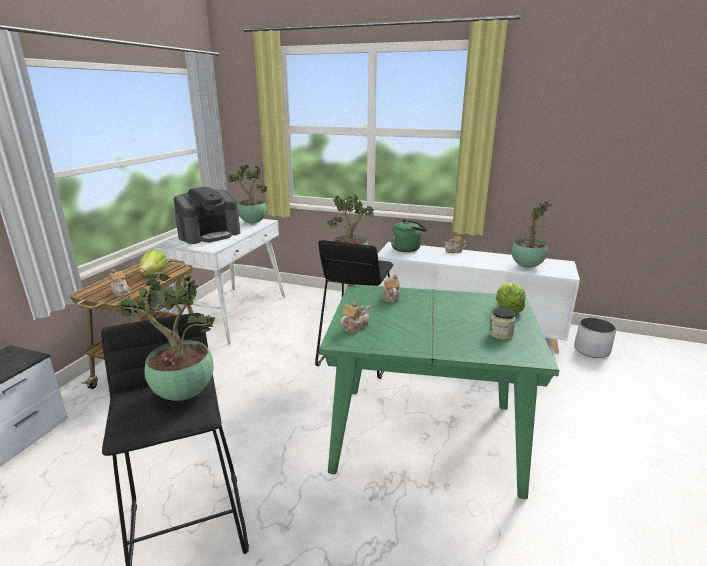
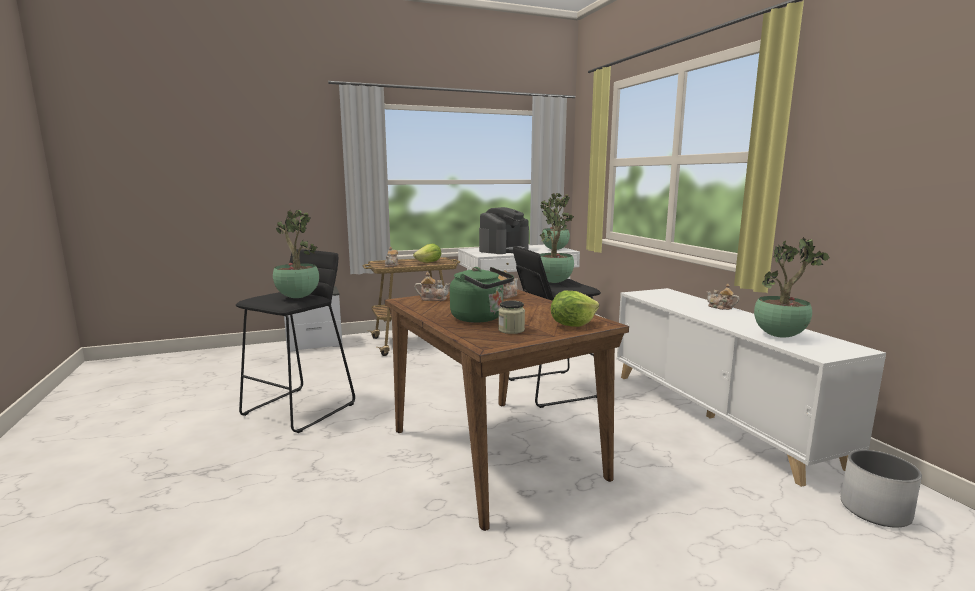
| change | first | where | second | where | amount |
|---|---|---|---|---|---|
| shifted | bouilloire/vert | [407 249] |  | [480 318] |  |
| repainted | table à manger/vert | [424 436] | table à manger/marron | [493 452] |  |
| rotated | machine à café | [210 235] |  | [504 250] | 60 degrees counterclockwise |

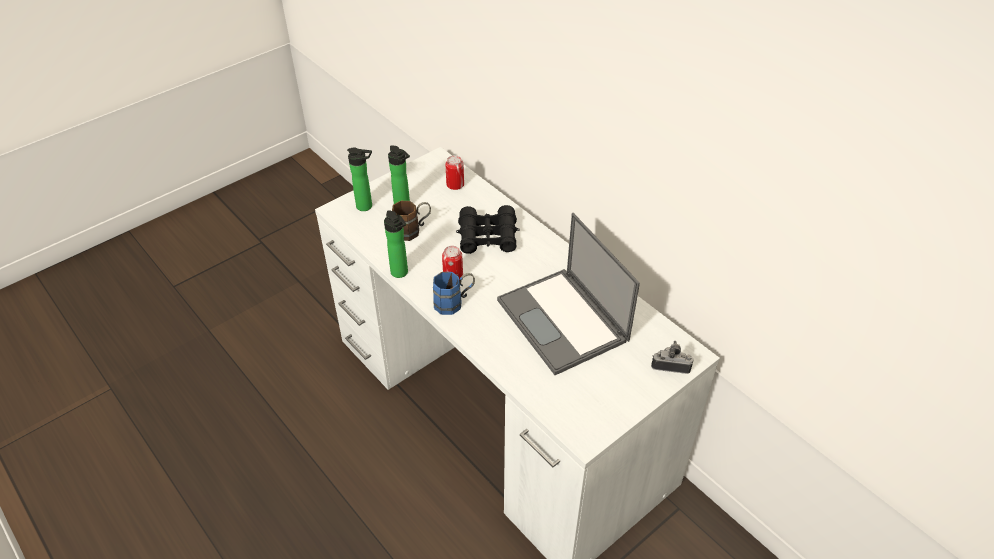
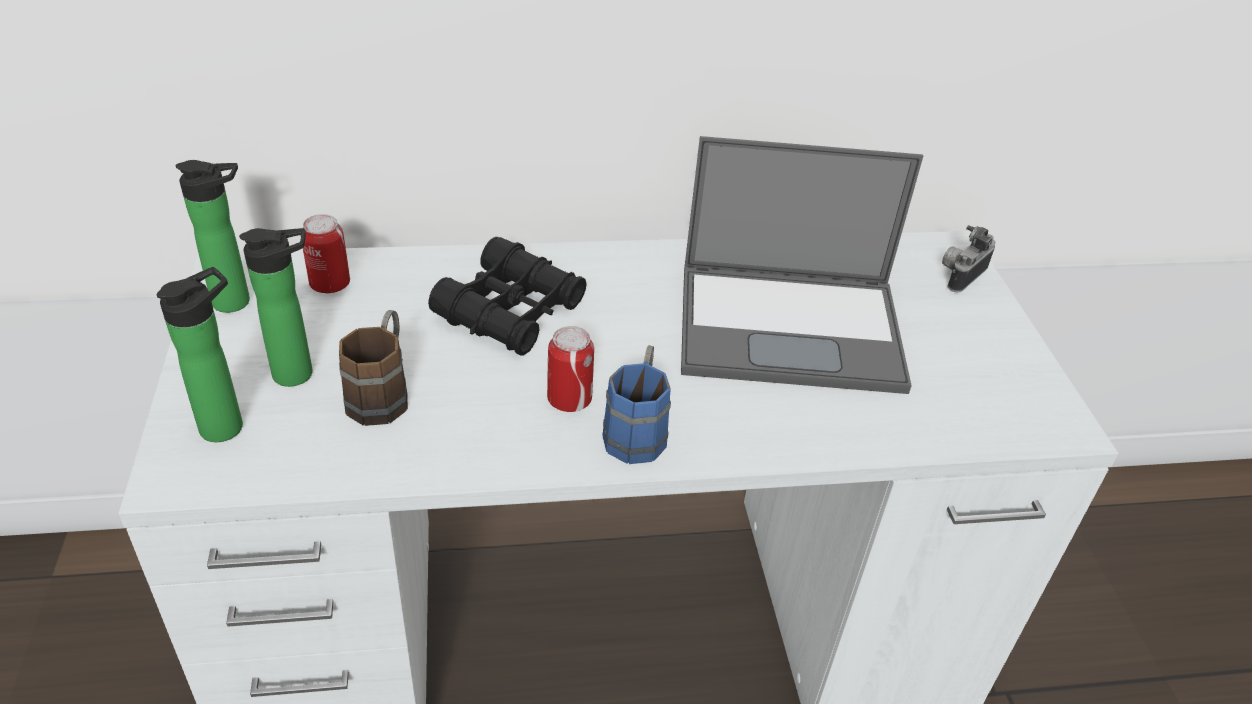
| change | first | where | second | where | amount |
|---|---|---|---|---|---|
| shifted | bouteille | [400 273] |  | [237 302] |  |

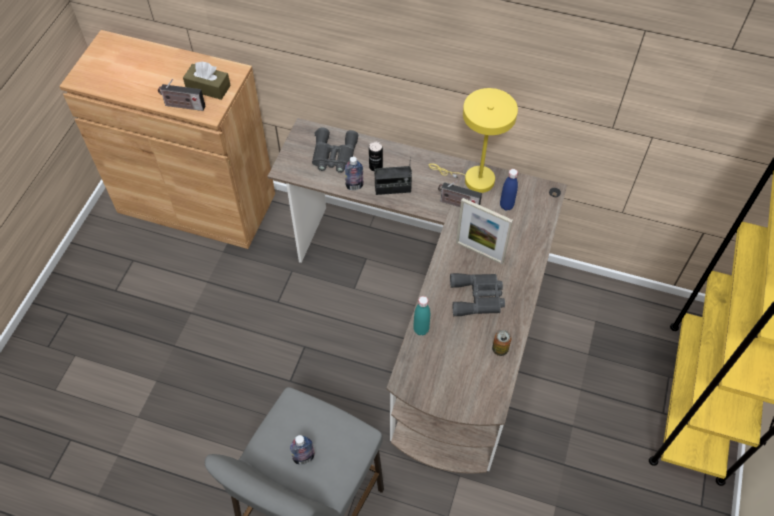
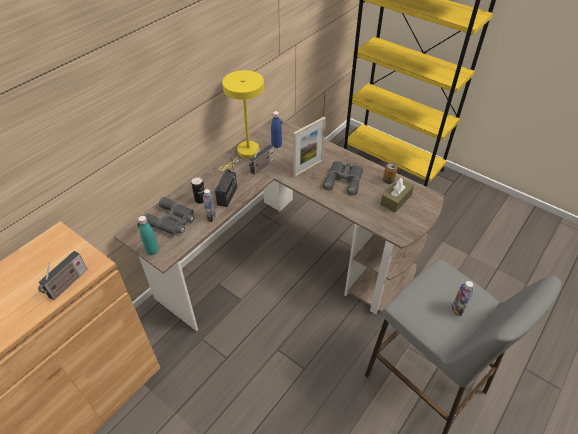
| change | first | where | second | where | amount |
|---|---|---|---|---|---|
| shifted | boîte à mouchoirs/marron | [208 87] |  | [396 200] |  |
| shifted | bouteille/turquoise | [421 329] |  | [152 251] |  |

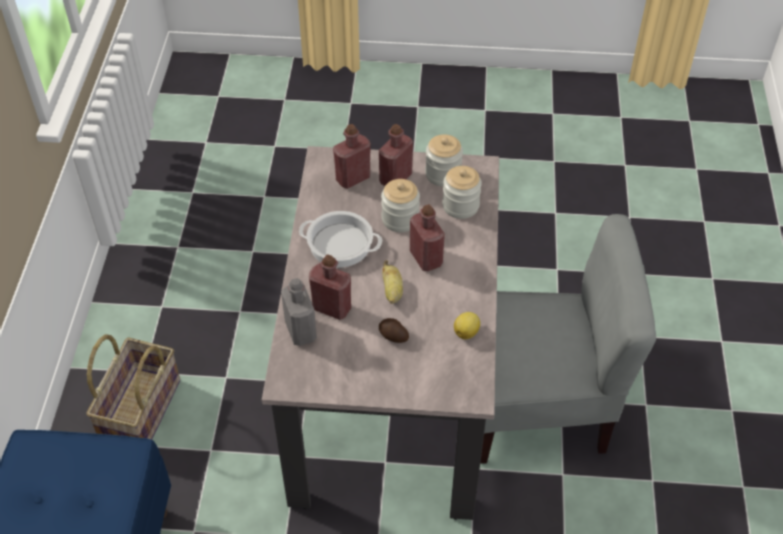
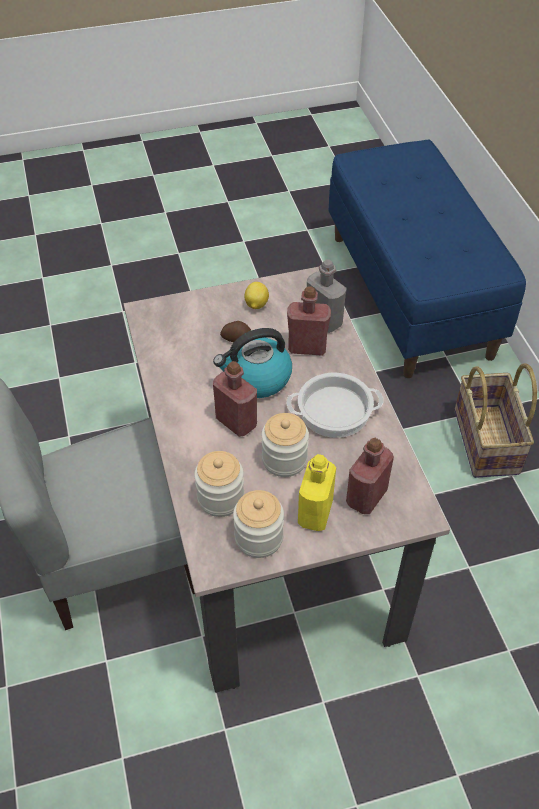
| change | first | where | second | where | amount |
|---|---|---|---|---|---|
| shifted | citron | [467 332] |  | [256 304] |  |
| swapped | banane | [392 291] | bouilloire | [256 378] |  |
| repainted | bouteille/rouge | [395 178] | bouteille/jaune | [315 513] |  |

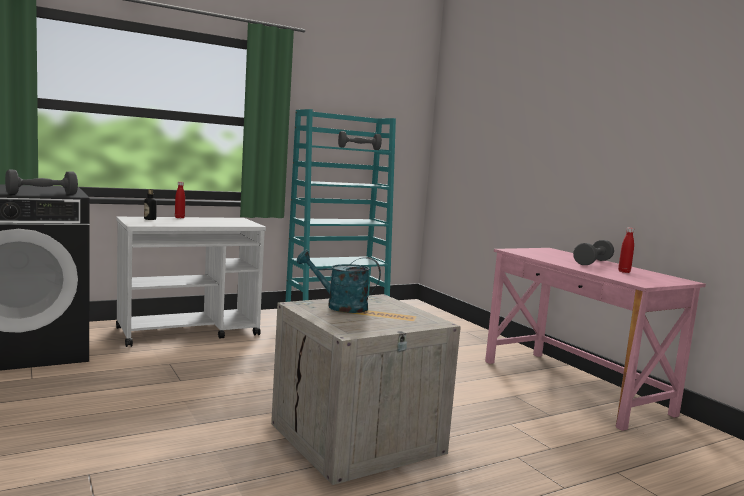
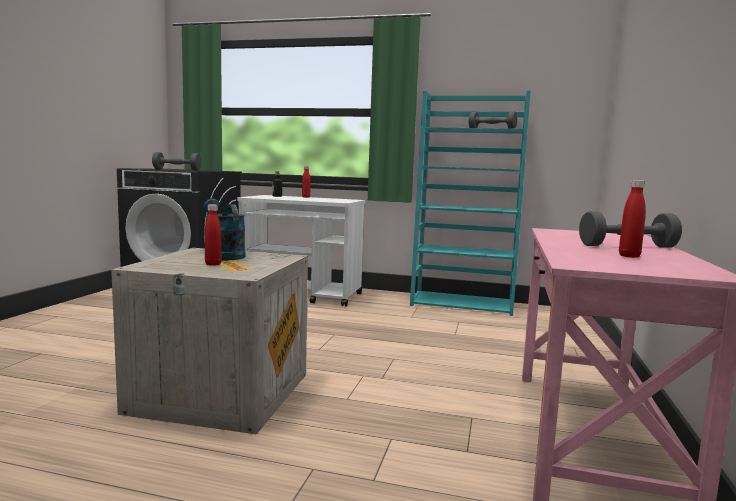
| change | first | where | second | where | amount |
|---|---|---|---|---|---|
| new |  |  | bouteille/rouge | [213 264] |  |

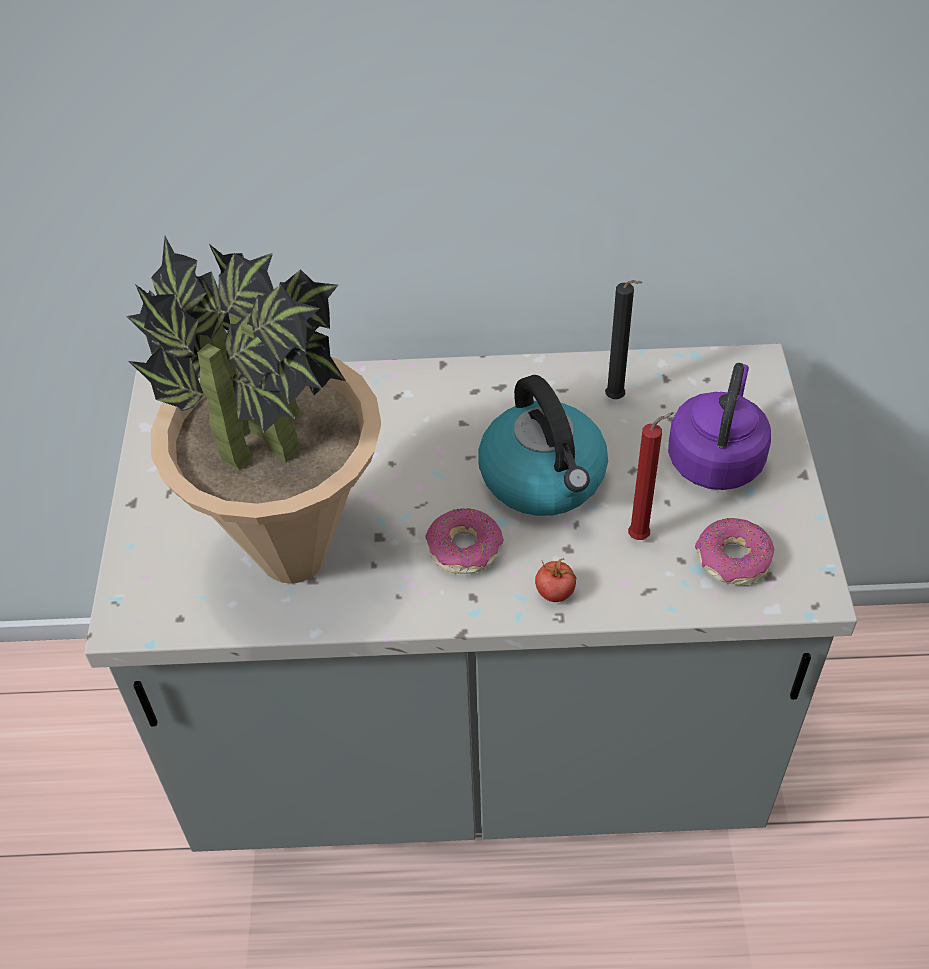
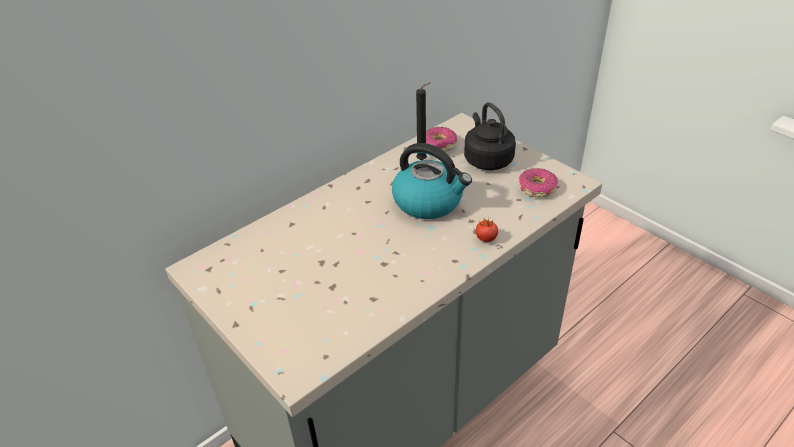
| change | first | where | second | where | amount |
|---|---|---|---|---|---|
| gone | plante en pot | [292 557] |  |  |  |
| gone | bougie/rouge | [642 536] |  |  |  |
| shifted | beignet | [464 549] |  | [439 145] |  |
| repainted | bouilloire/violet | [716 457] | bouilloire/noir | [487 159] |  |

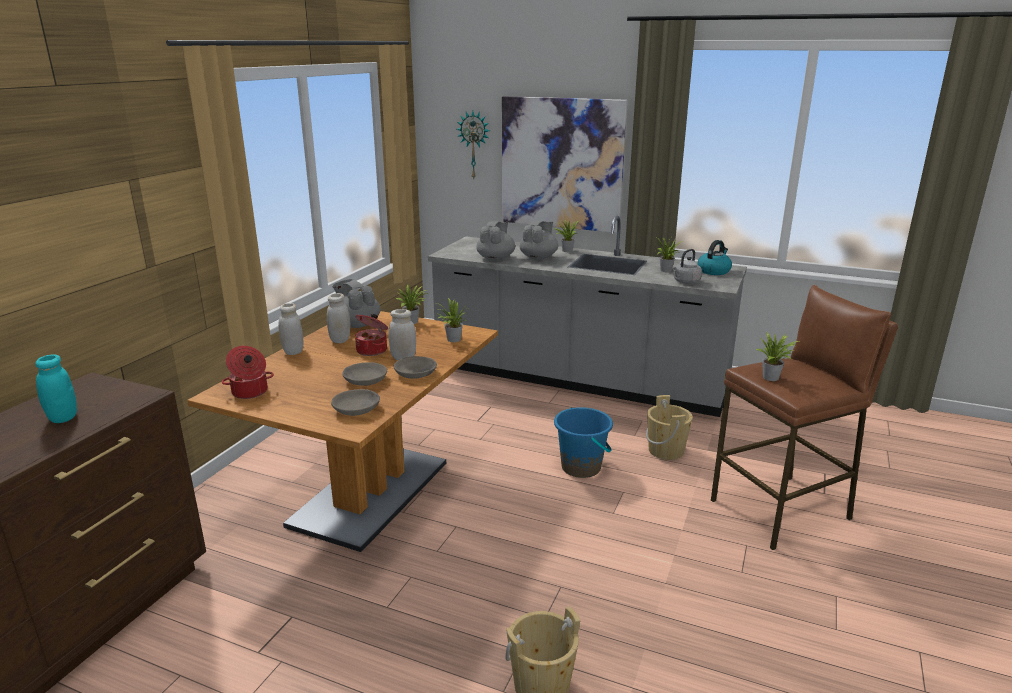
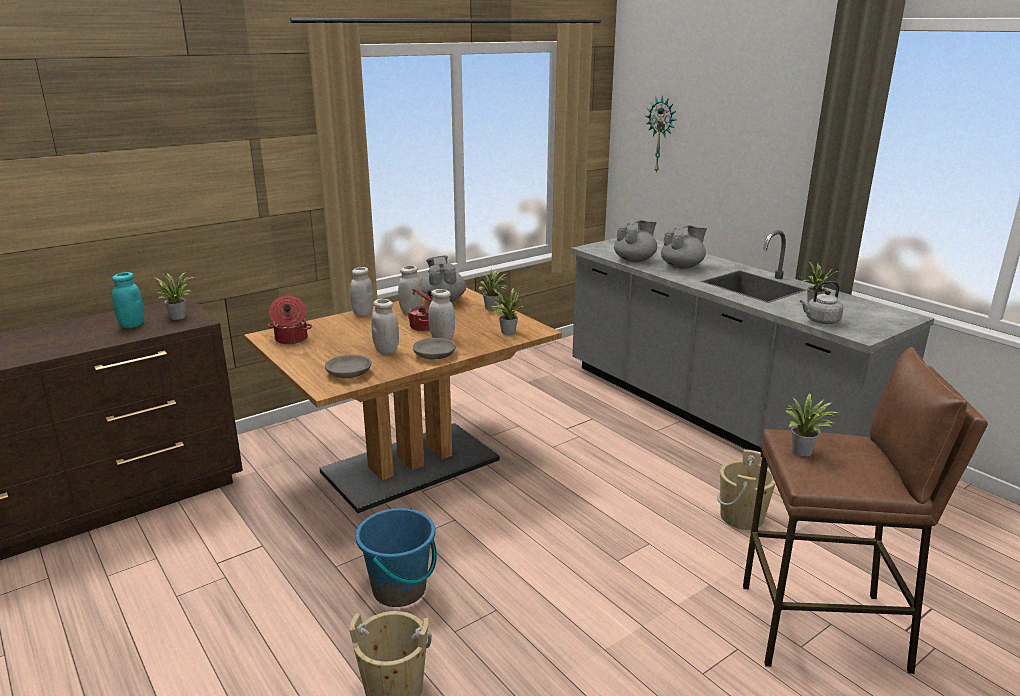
| change | first | where | second | where | amount |
|---|---|---|---|---|---|
| gone | tableau | [561 164] |  |  |  |
| gone | bouilloire | [713 271] |  |  |  |
| shifted | plante en pot | [566 250] |  | [178 316] |  |
| shifted | seau/bleu | [581 467] |  | [400 589] |  |
| swapped | bol/gris | [364 380] | bocal/blanc | [386 350] |  |

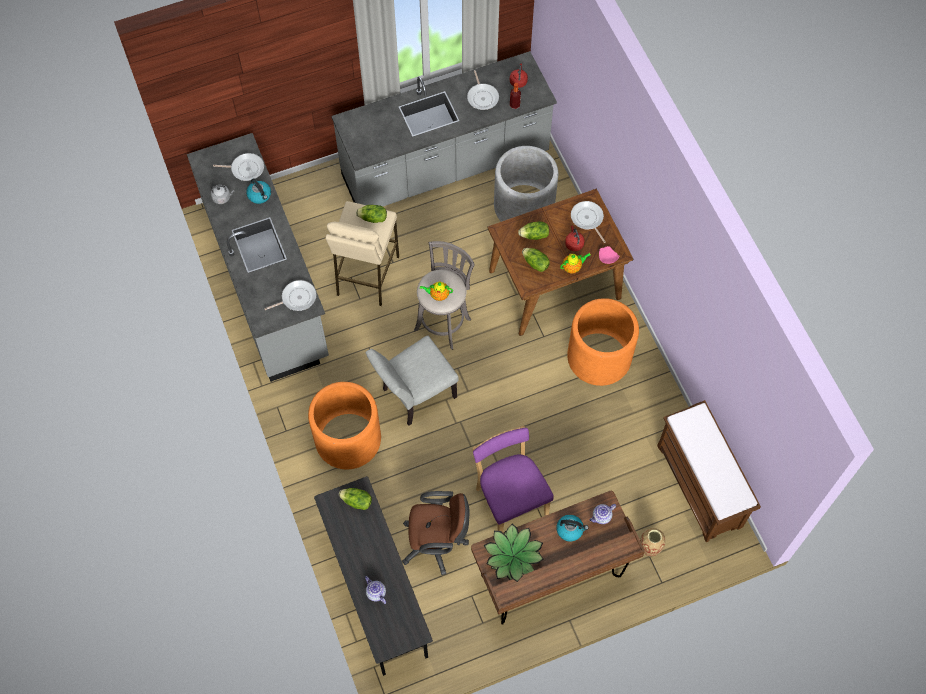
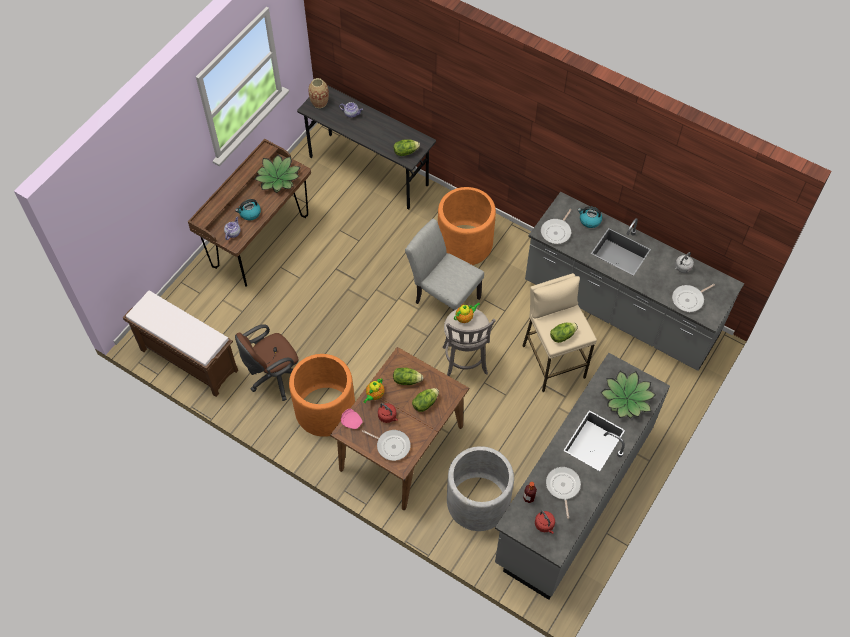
| change | first | where | second | where | amount |
|---|---|---|---|---|---|
| gone | chaise/violet | [510 499] |  |  |  |
| new |  |  | plante en pot | [627 398] |  |
| shifted | bouilloire | [260 195] |  | [589 220] |  |
| shifted | chaise de bureau/marron | [437 543] |  | [275 377] |  |
| shifted | vase | [650 547] |  | [319 102] |  |
| rotated | chaise/gris | [414 396] |  | [443 298] | 75 degrees counterclockwise |
| rotated | poêle | [482 97] |  | [563 487] | 45 degrees clockwise |

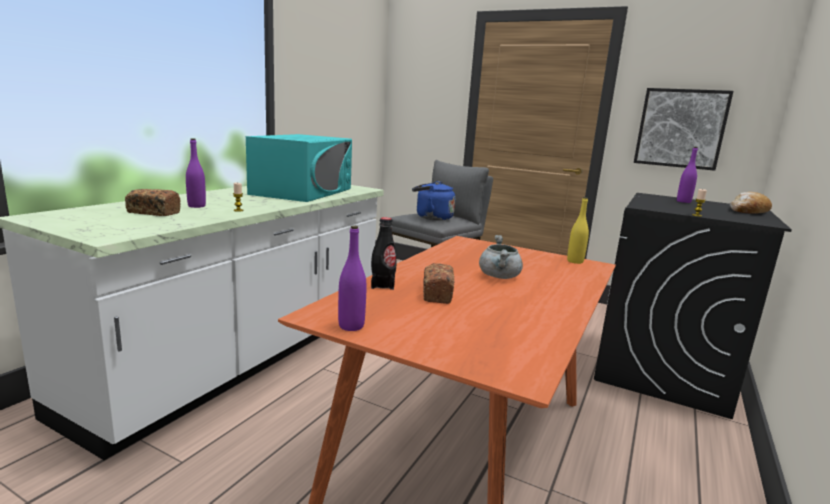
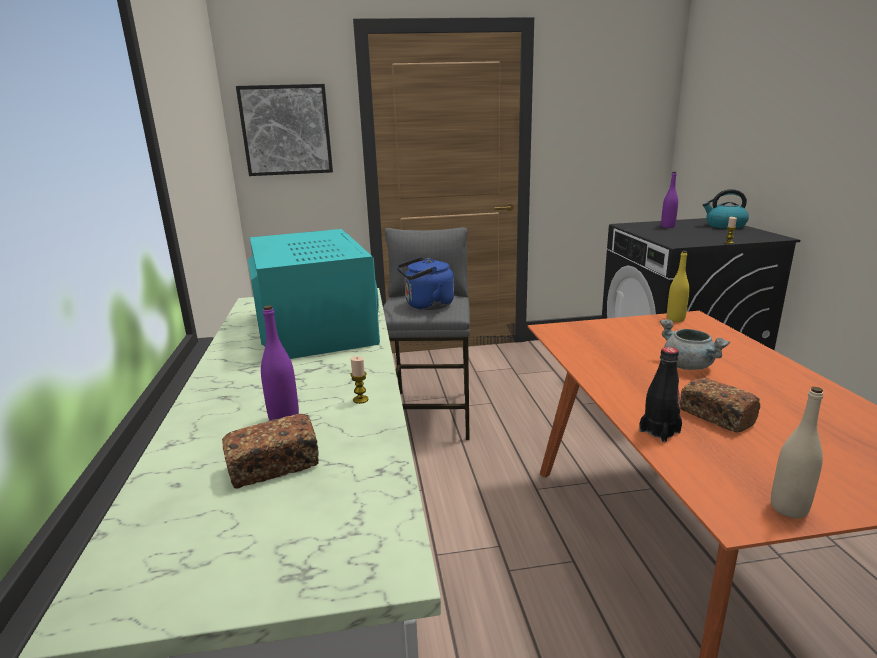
| change | first | where | second | where | amount |
|---|---|---|---|---|---|
| shifted | tableau | [680 128] |  | [286 130] |  |
| swapped | pain | [748 211] | bouilloire | [724 226] |  |
| repainted | bouteille/violet | [351 326] | bouteille/beige | [788 508] |  |

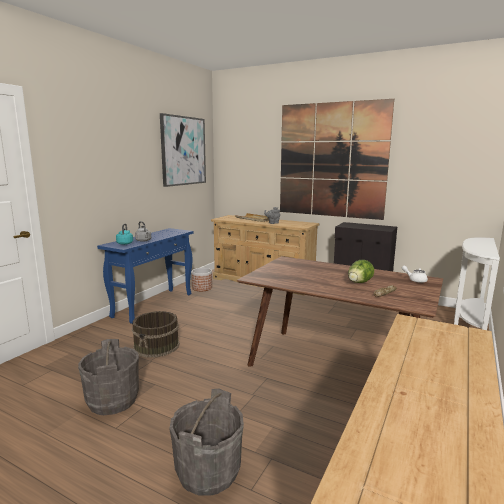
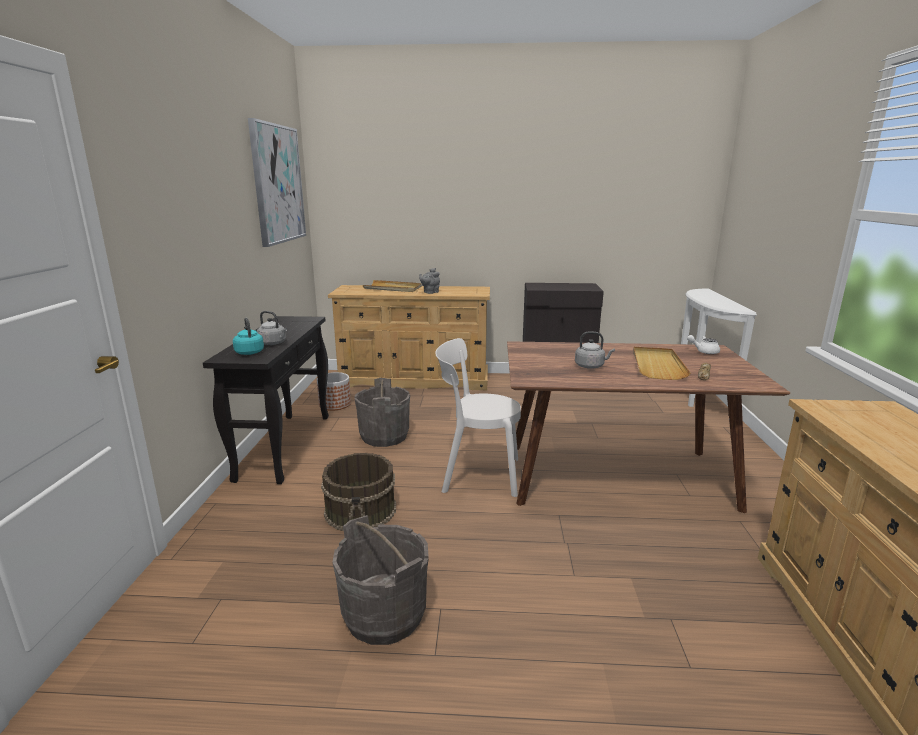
| change | first | where | second | where | amount |
|---|---|---|---|---|---|
| gone | tableau | [331 160] |  |  |  |
| new |  |  | chaise/blanc | [476 474] |  |
| new |  |  | bouilloire/gris | [591 366] |  |
| shifted | seau/gris | [208 471] |  | [384 436] |  |
| swapped | laitue | [359 283] | plateau/beige | [657 365] |  |
| repainted | table console/bleu | [154 305] | table console/noir | [285 445] |  |

